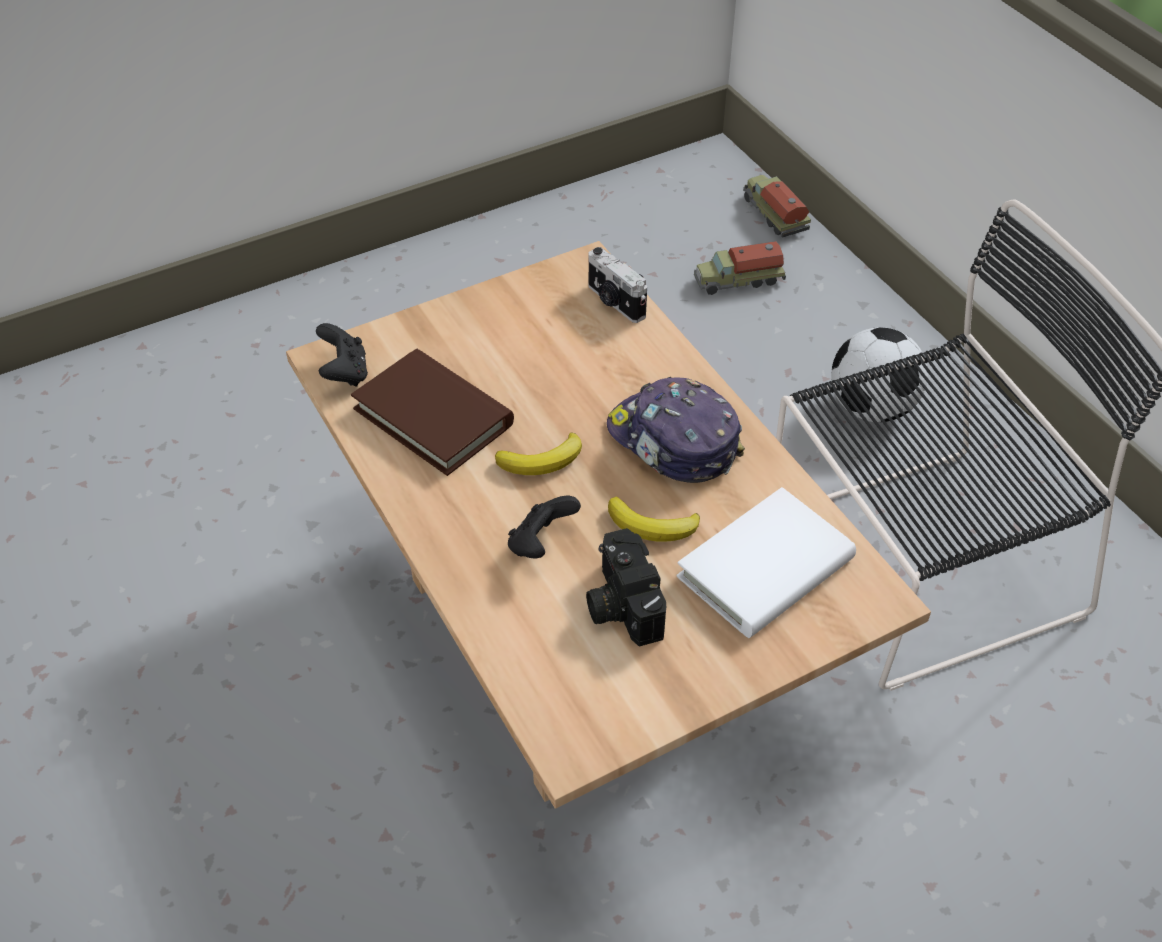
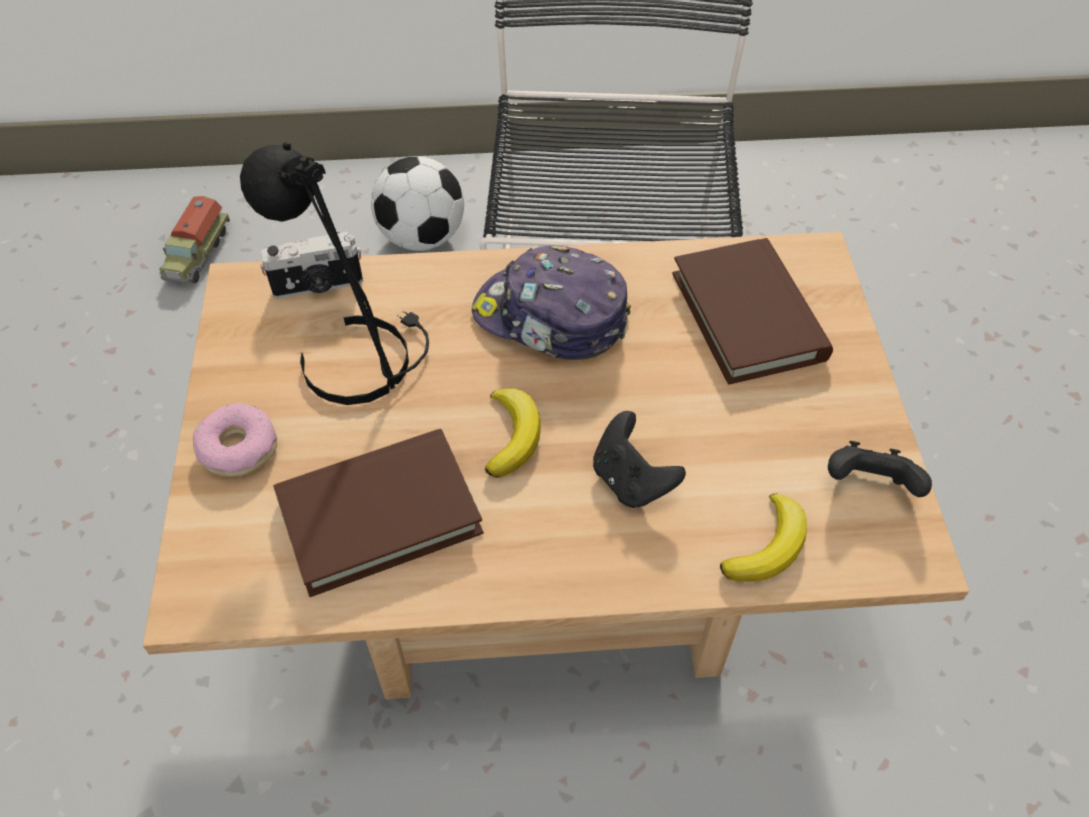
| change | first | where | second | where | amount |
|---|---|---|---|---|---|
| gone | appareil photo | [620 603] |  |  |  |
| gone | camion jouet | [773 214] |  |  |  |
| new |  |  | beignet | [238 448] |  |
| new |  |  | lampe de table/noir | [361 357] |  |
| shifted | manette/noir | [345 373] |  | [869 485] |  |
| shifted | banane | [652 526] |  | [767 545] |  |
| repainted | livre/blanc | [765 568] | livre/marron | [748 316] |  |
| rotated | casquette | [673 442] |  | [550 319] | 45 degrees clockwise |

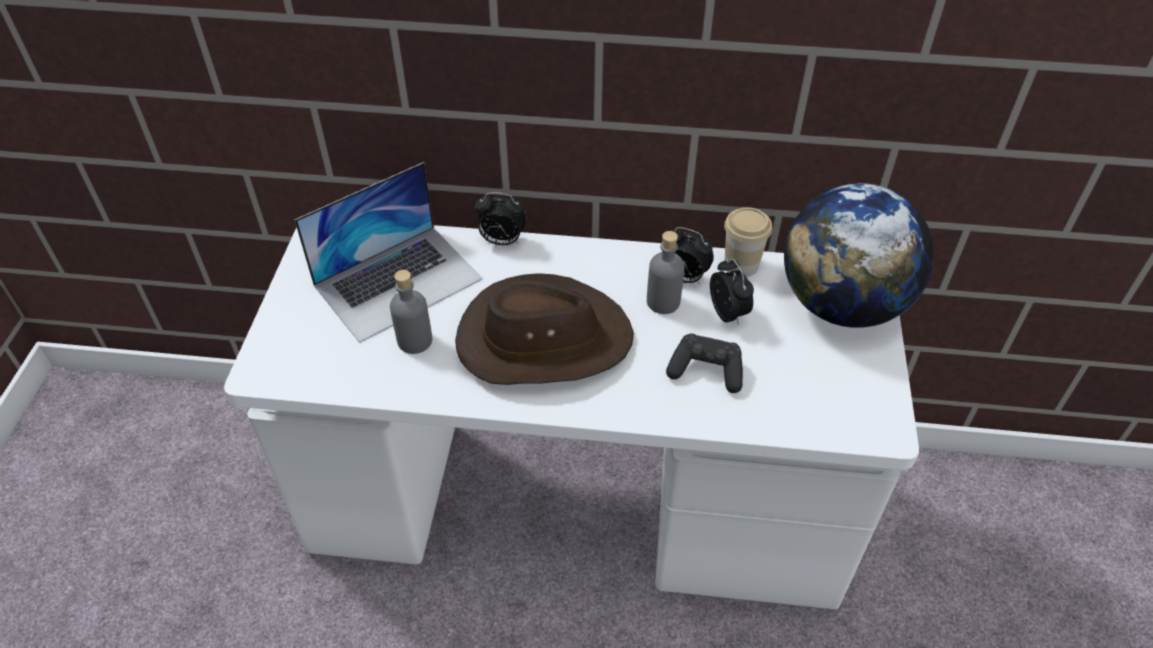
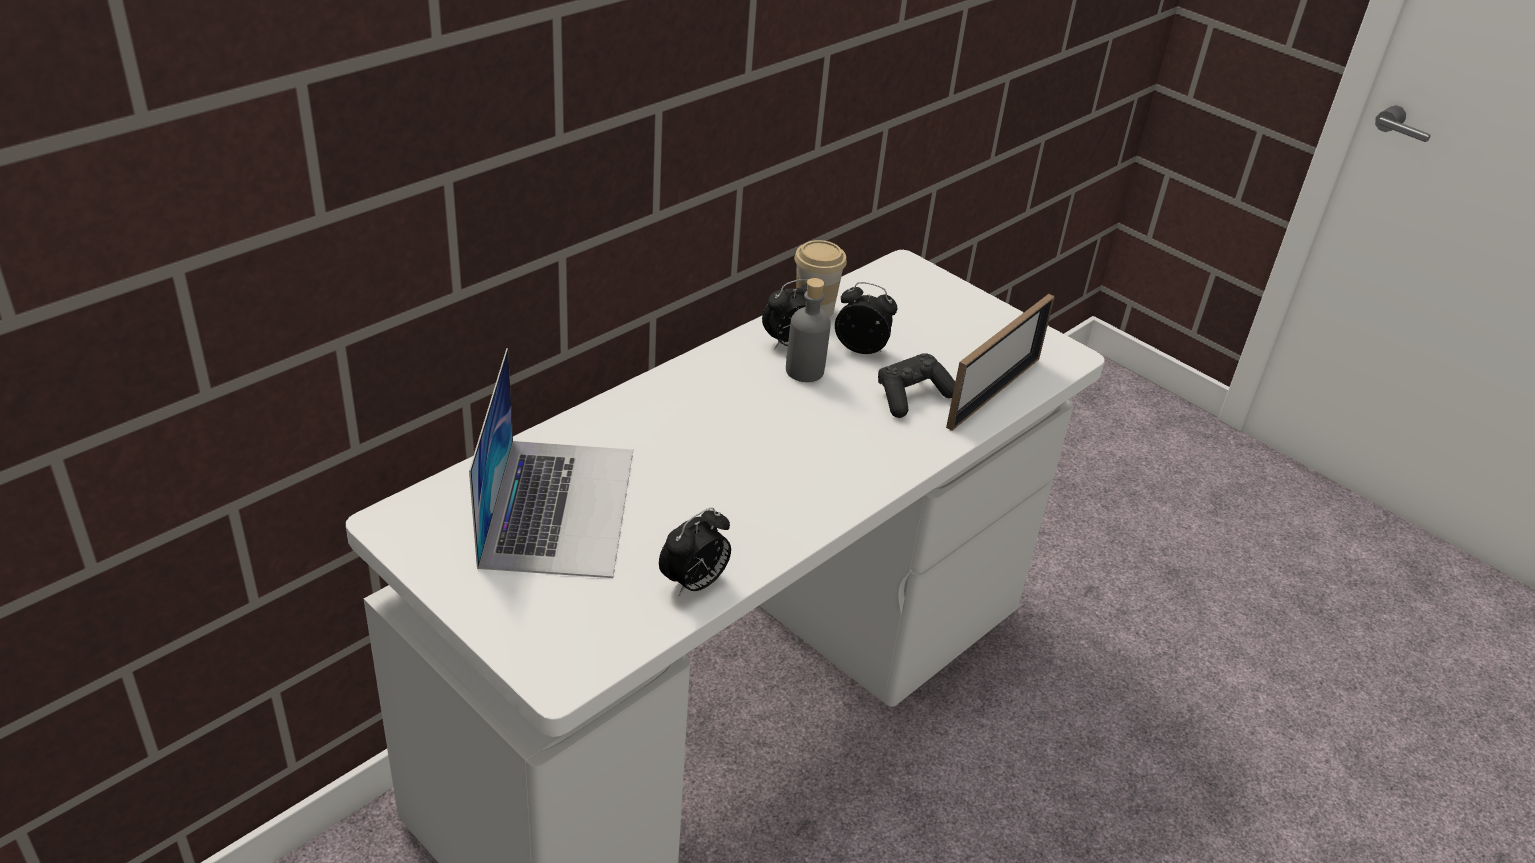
| change | first | where | second | where | amount |
|---|---|---|---|---|---|
| gone | bouteille/gris | [415 341] |  |  |  |
| gone | chapeau/marron | [542 339] |  |  |  |
| gone | globe | [842 305] |  |  |  |
| new |  |  | cadre photo | [994 392] |  |
| shifted | réveil | [502 241] |  | [694 583] |  |

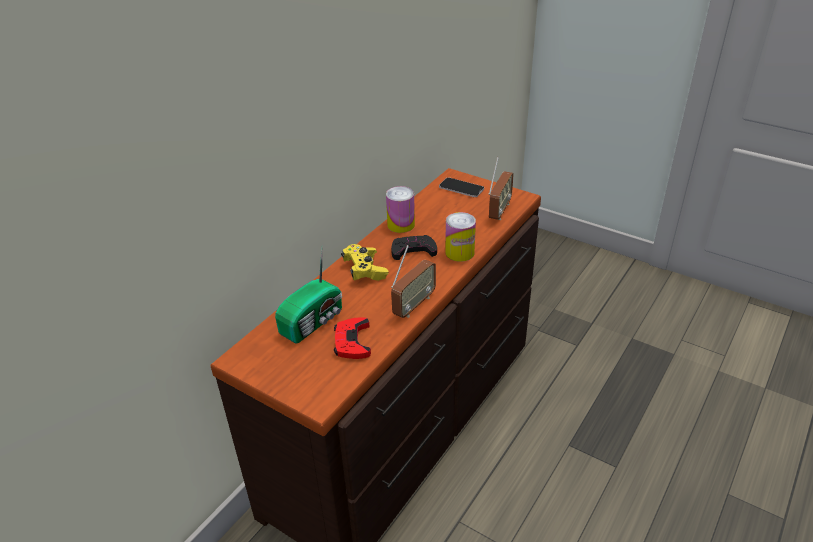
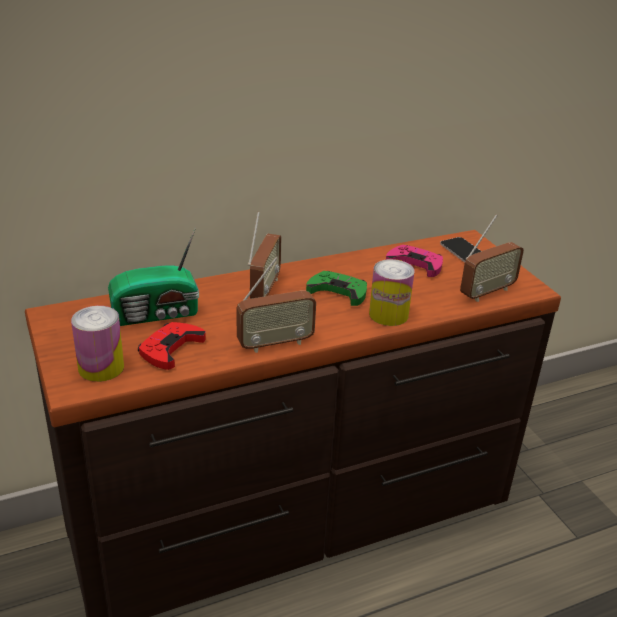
| change | first | where | second | where | amount |
|---|---|---|---|---|---|
| new |  |  | manette/rose | [415 264] |  |
| shifted | boîte métallique | [401 225] |  | [101 367] |  |
| swapped | manette/jaune | [365 270] | radio | [264 289] |  |
| repainted | manette/noir | [413 250] | manette/vert | [338 292] |  |

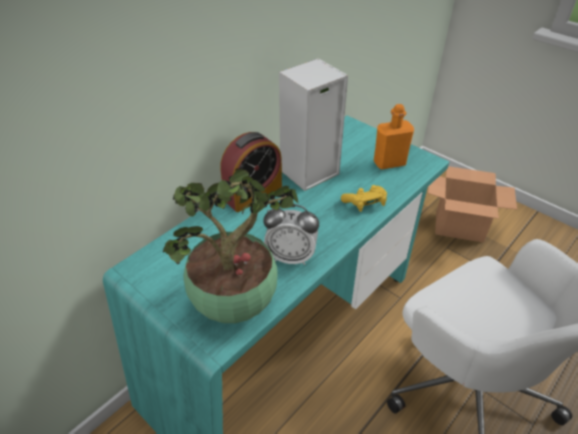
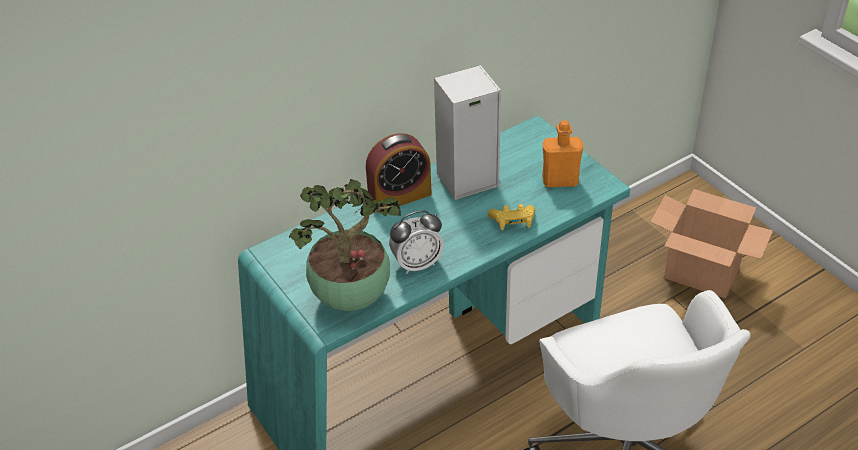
| change | first | where | second | where | amount |
|---|---|---|---|---|---|
| rotated | réveil | [291 256] |  | [417 264] | 45 degrees counterclockwise |

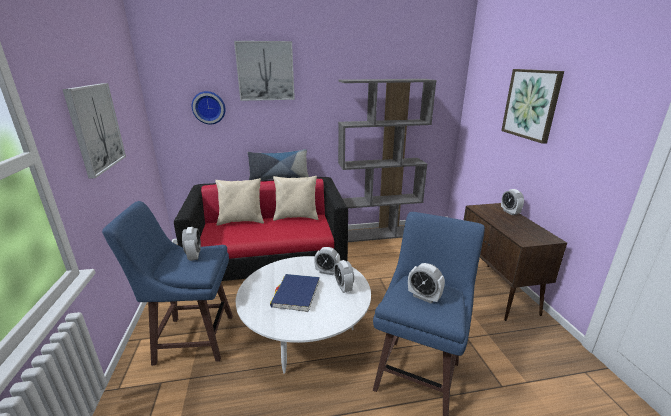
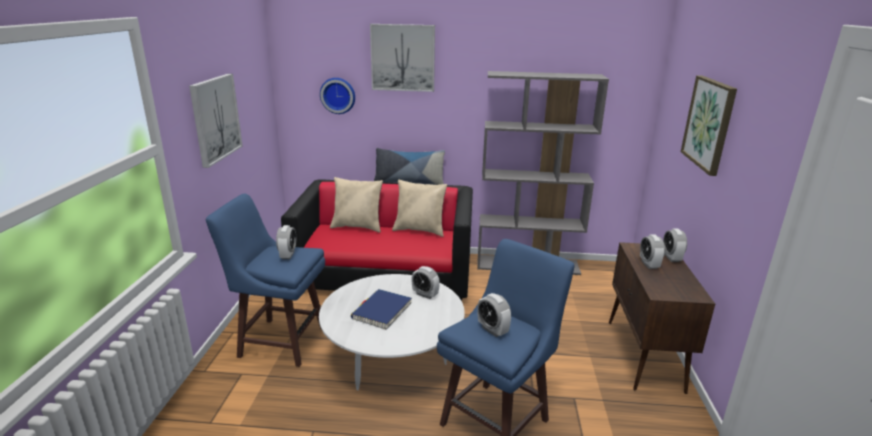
| change | first | where | second | where | amount |
|---|---|---|---|---|---|
| shifted | réveil | [343 287] |  | [649 264] |  |

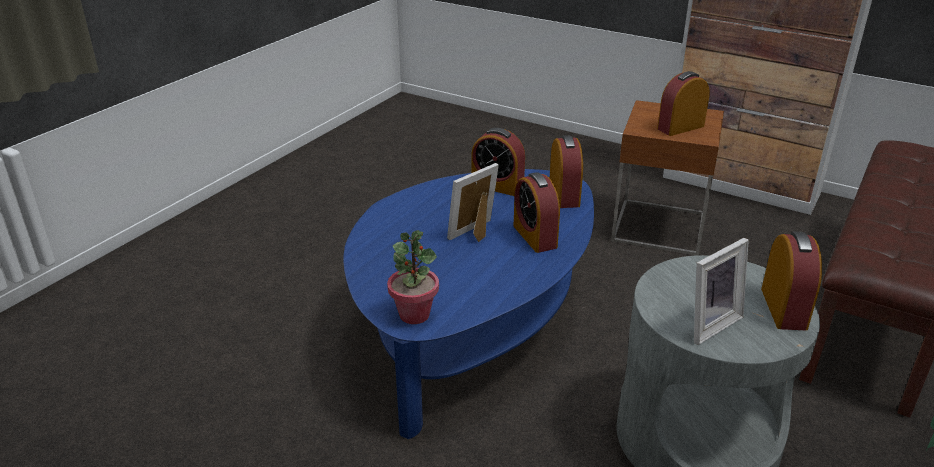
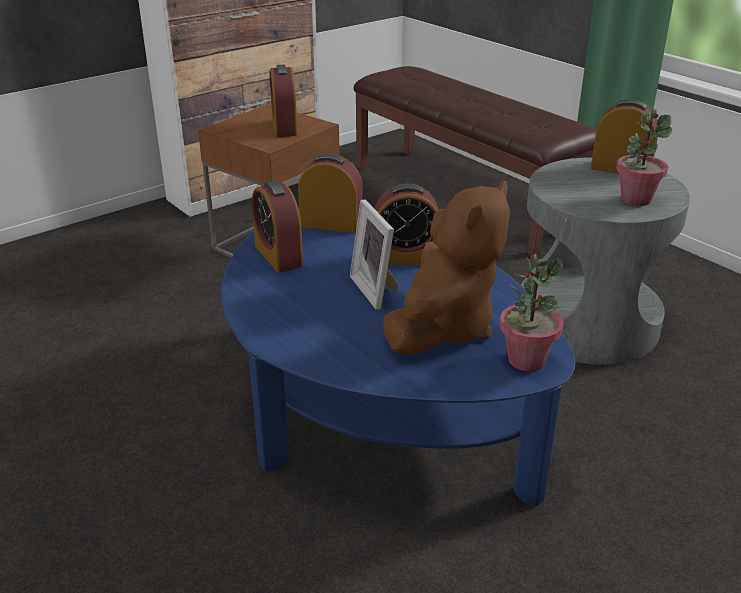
| change | first | where | second | where | amount |
|---|---|---|---|---|---|
| new |  |  | peluche/marron | [442 328] |  |
| swapped | cadre photo | [707 323] | plante en pot | [635 199] |  |
| rotated | réveil | [497 186] |  | [278 256] | 105 degrees clockwise |

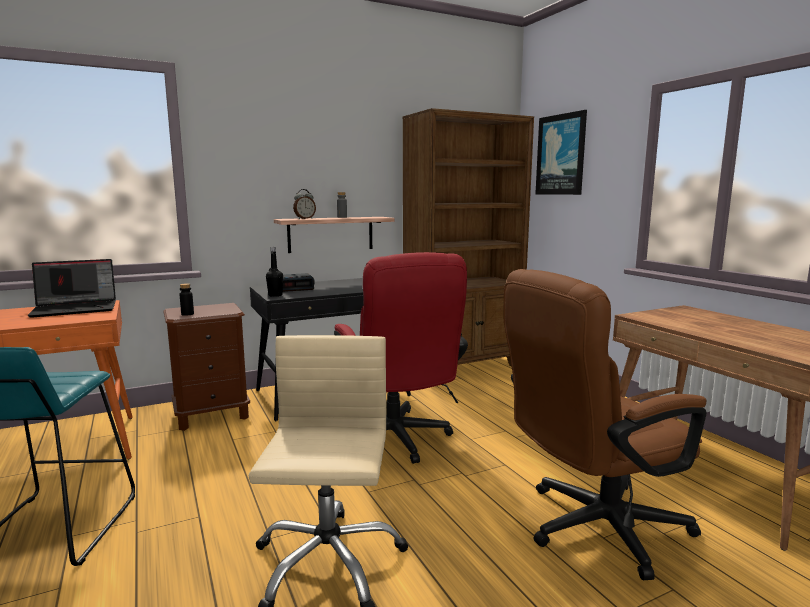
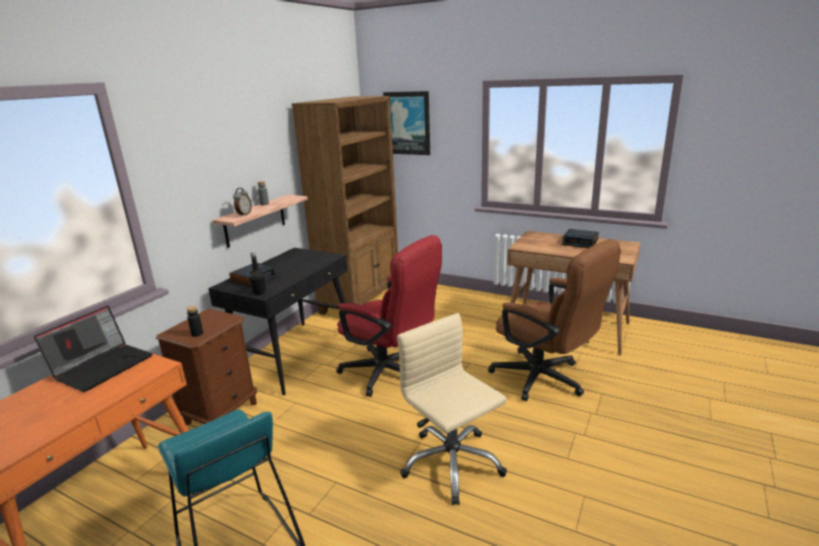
| change | first | where | second | where | amount |
|---|---|---|---|---|---|
| new |  |  | réveil | [580 242] |  |
| rotated | chaise de bureau/marron | [592 528] |  | [545 380] | 75 degrees counterclockwise |

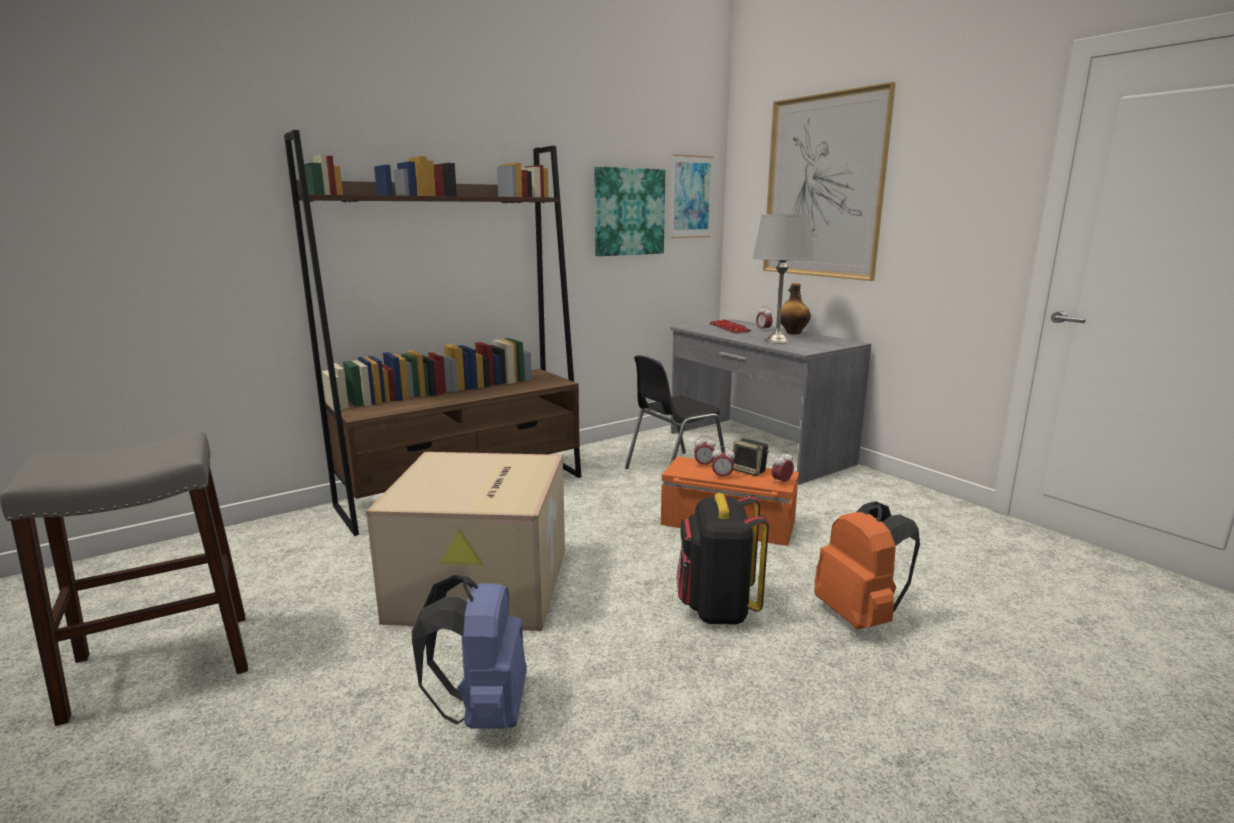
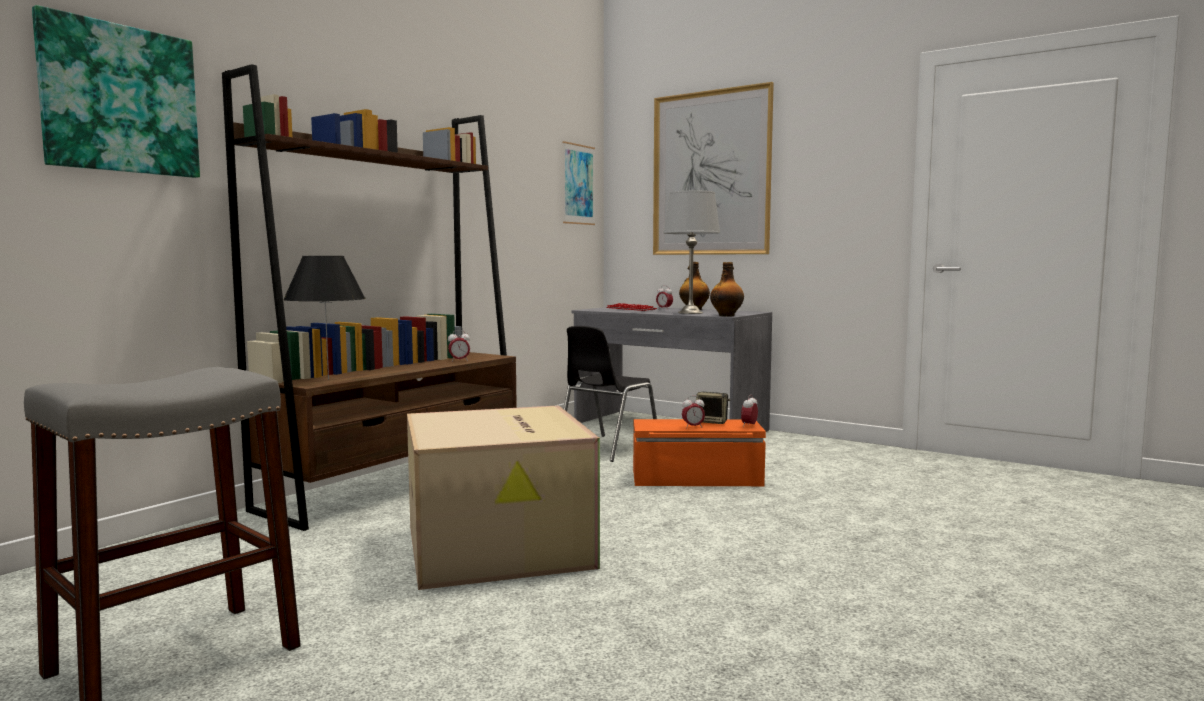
| change | first | where | second | where | amount |
|---|---|---|---|---|---|
| gone | sac à dos/bleu | [483 711] |  |  |  |
| gone | sac à dos/noir | [717 609] |  |  |  |
| gone | sac à dos/orange | [859 616] |  |  |  |
| new |  |  | lampe de table/noir | [328 379] |  |
| new |  |  | bouteille | [727 315] |  |
| shifted | tableau | [628 212] |  | [120 99] |  |
| shifted | réveil | [704 465] |  | [459 361] |  |

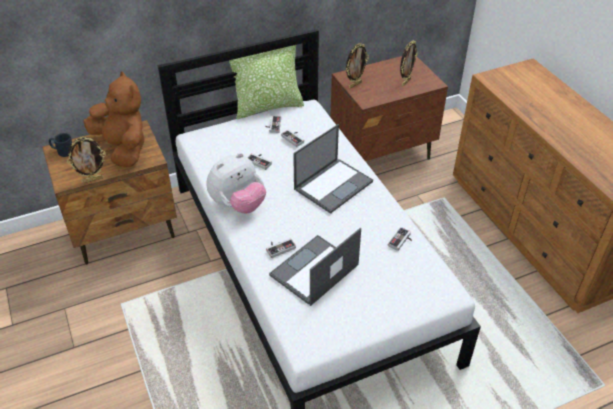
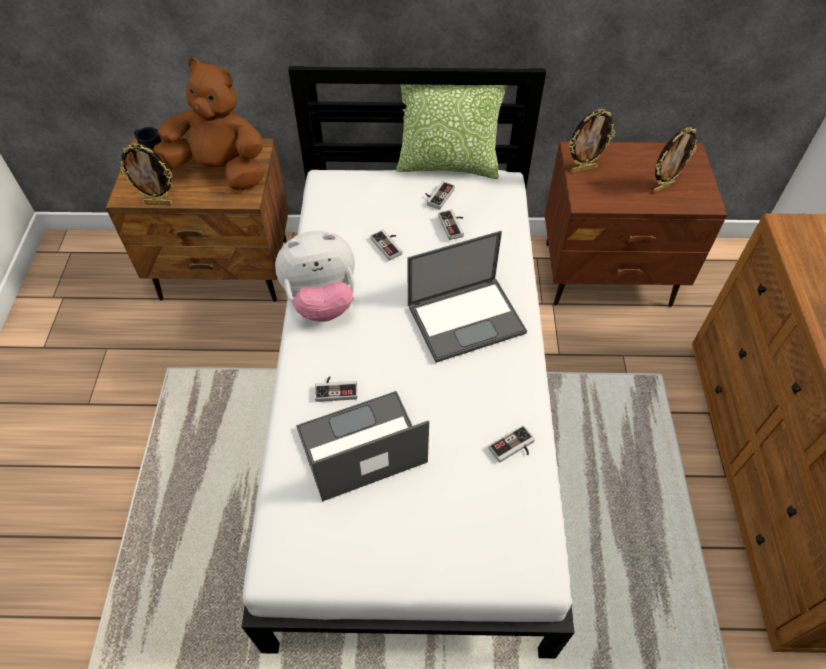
| change | first | where | second | where | amount |
|---|---|---|---|---|---|
| rotated | peluche/marron | [123 148] |  | [221 170] | 60 degrees counterclockwise |

